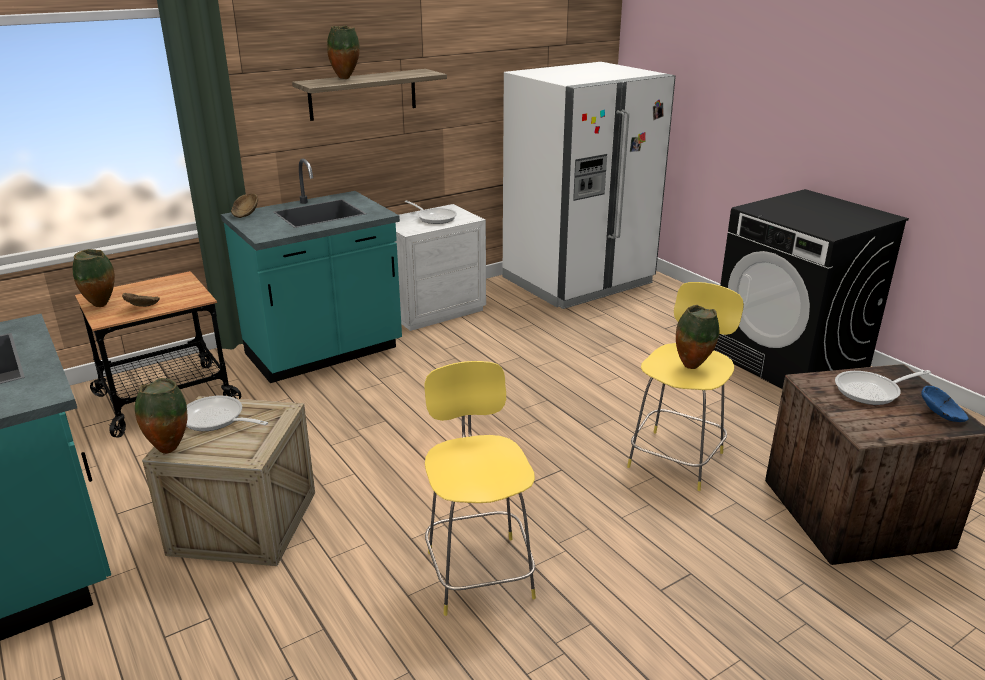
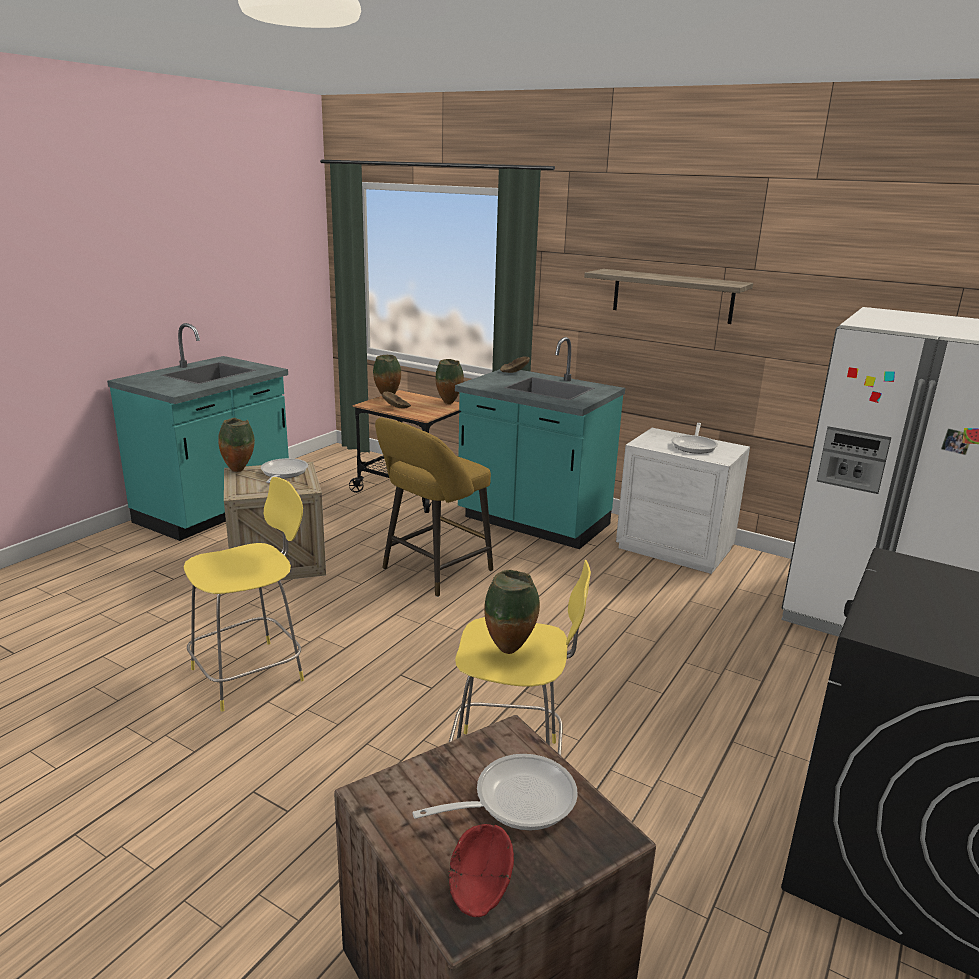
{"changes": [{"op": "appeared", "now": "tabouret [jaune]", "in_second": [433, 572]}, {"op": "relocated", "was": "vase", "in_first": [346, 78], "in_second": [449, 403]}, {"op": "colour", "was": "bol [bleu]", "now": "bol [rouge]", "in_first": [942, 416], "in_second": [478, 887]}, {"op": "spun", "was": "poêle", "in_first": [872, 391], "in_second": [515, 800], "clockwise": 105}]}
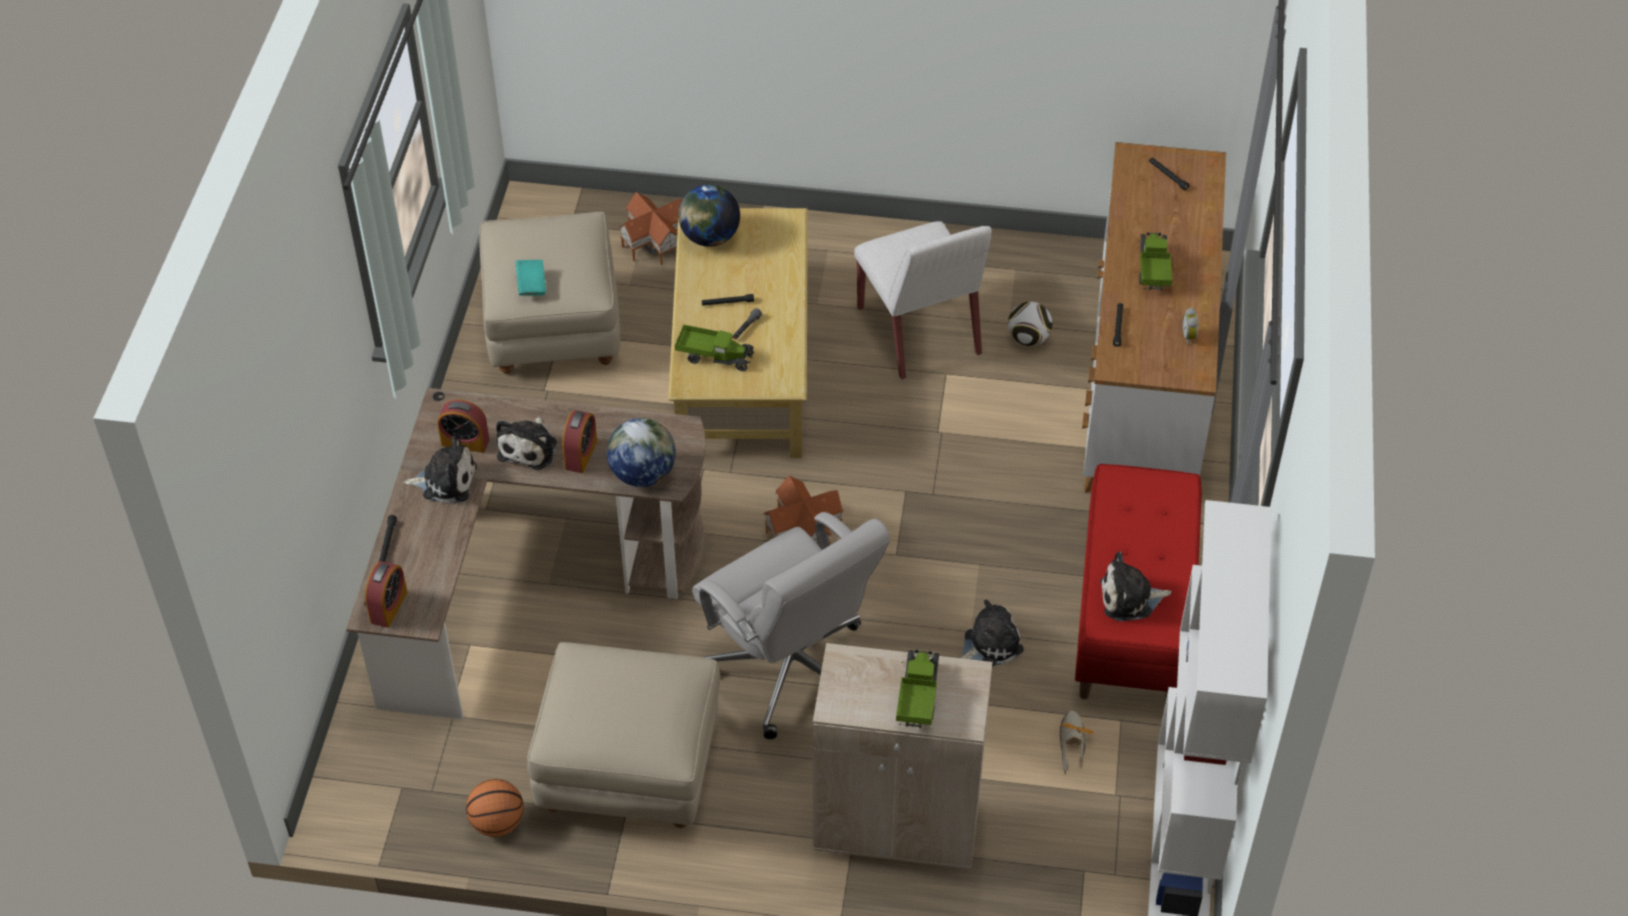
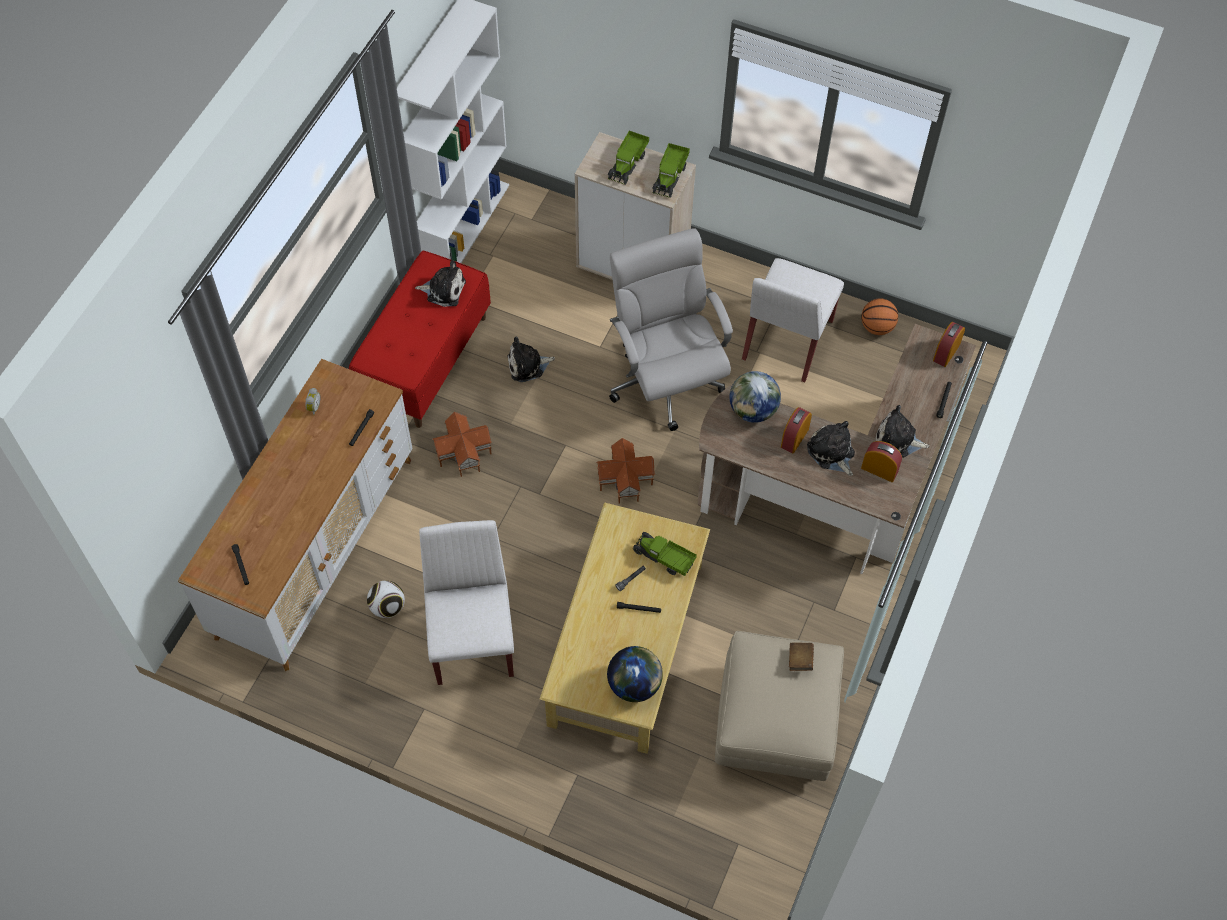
{"changes": [{"op": "missing", "was": "chaussure", "in_first": [1072, 742]}, {"op": "relocated", "was": "maison miniature", "in_first": [654, 242], "in_second": [464, 451]}, {"op": "relocated", "was": "camion jouet", "in_first": [1153, 269], "in_second": [670, 176]}, {"op": "exchanged", "was": "pouf [beige]", "now": "chaise [blanc]", "in_first": [630, 768], "in_second": [787, 341]}, {"op": "colour", "was": "livre [turquoise]", "now": "livre [marron]", "in_first": [531, 285], "in_second": [800, 660]}, {"op": "spun", "was": "peluche", "in_first": [529, 447], "in_second": [831, 453], "clockwise": -60}]}
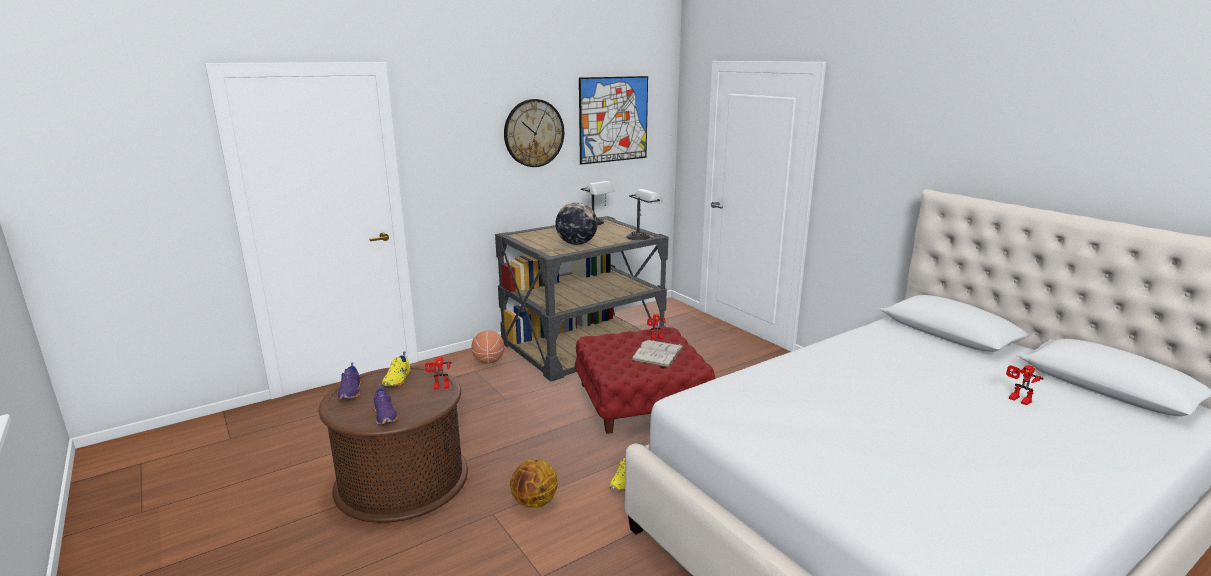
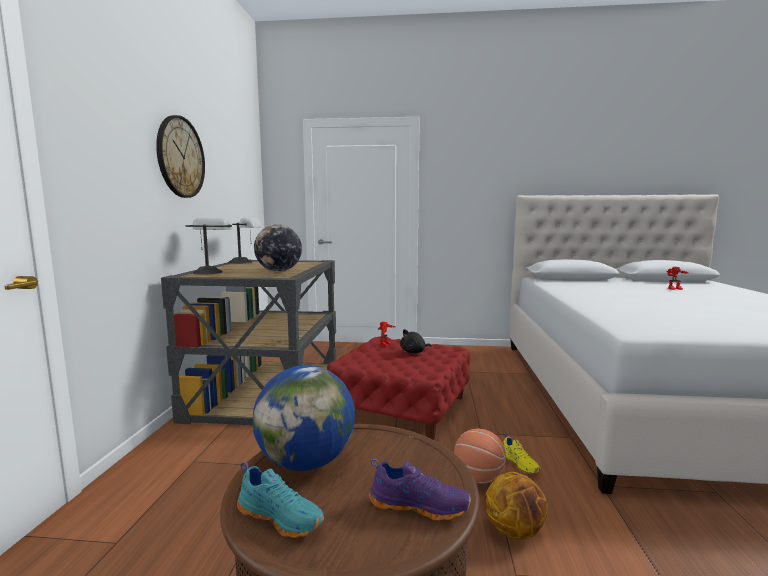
{"changes": [{"op": "missing", "was": "robot jouet", "in_first": [440, 387]}, {"op": "missing", "was": "tableau", "in_first": [613, 119]}, {"op": "relocated", "was": "ballon de basket", "in_first": [489, 361], "in_second": [478, 478]}, {"op": "relocated", "was": "lampe de table", "in_first": [642, 236], "in_second": [210, 271]}, {"op": "exchanged", "was": "chaussure [jaune]", "now": "globe", "in_first": [398, 380], "in_second": [306, 462]}, {"op": "exchanged", "was": "livre [blanc]", "now": "peluche [noir]", "in_first": [658, 353], "in_second": [414, 352]}, {"op": "colour", "was": "chaussure [violet]", "now": "chaussure [turquoise]", "in_first": [351, 392], "in_second": [281, 517]}]}
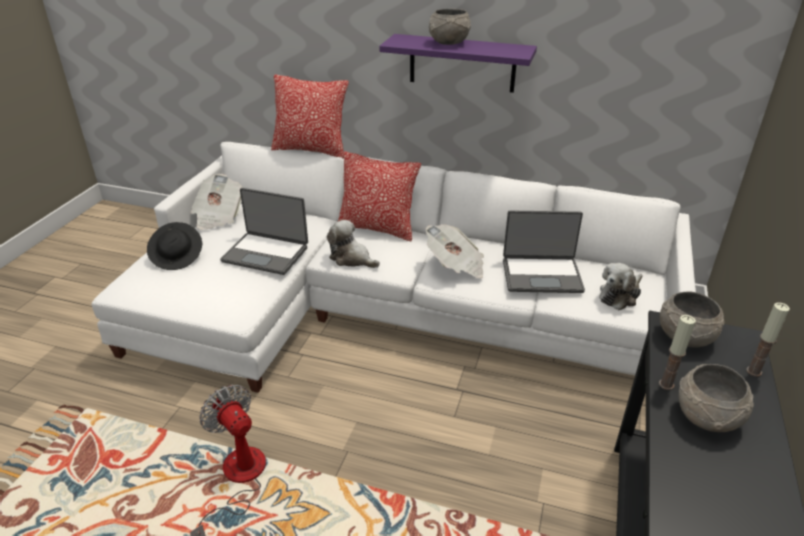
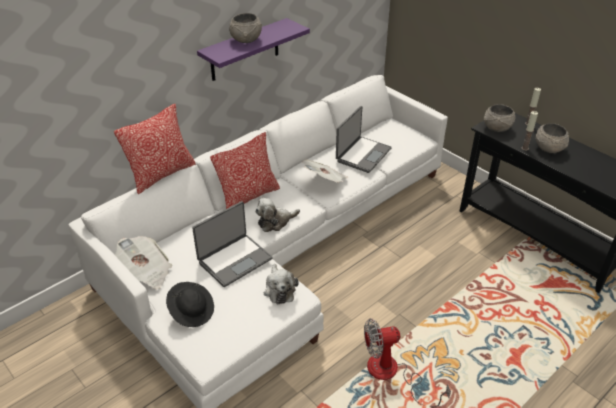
{"changes": [{"op": "relocated", "was": "peluche", "in_first": [620, 295], "in_second": [279, 289]}]}
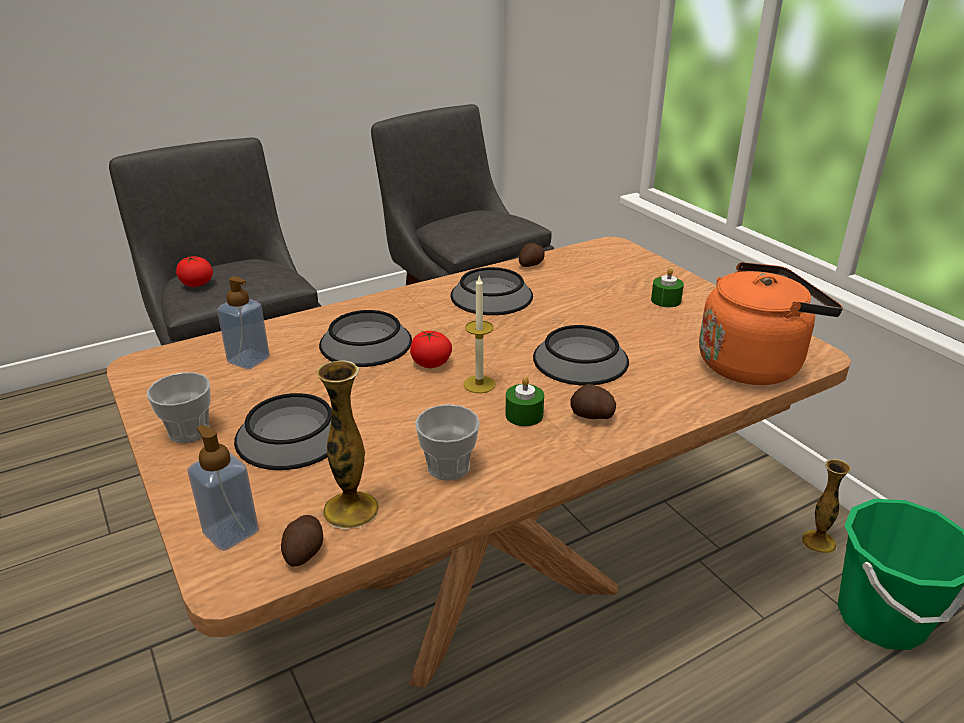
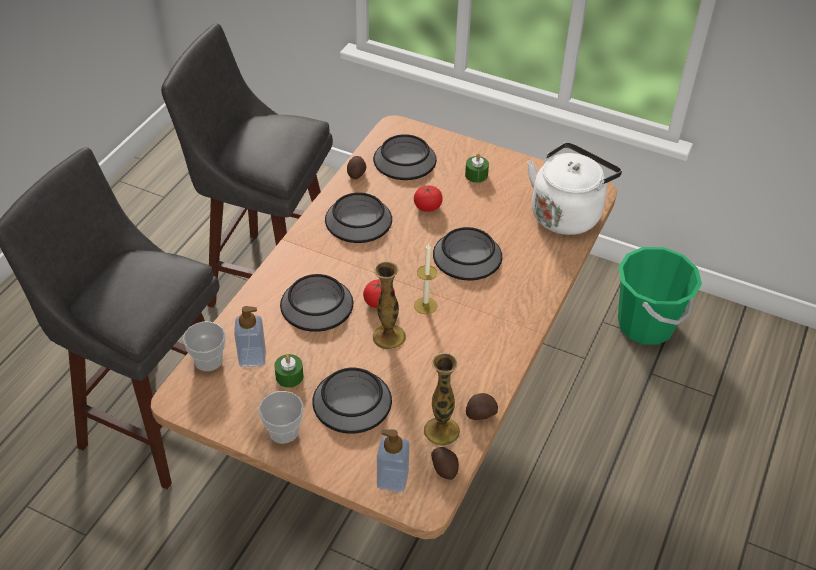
{"changes": [{"op": "appeared", "now": "bol", "in_second": [404, 159]}, {"op": "relocated", "was": "tomate", "in_first": [196, 284], "in_second": [427, 207]}, {"op": "relocated", "was": "tasse", "in_first": [448, 467], "in_second": [208, 360]}, {"op": "relocated", "was": "bougie [vert]", "in_first": [524, 415], "in_second": [289, 376]}, {"op": "relocated", "was": "pomme de terre", "in_first": [592, 416], "in_second": [480, 414]}, {"op": "relocated", "was": "vase", "in_first": [818, 542], "in_second": [389, 337]}, {"op": "colour", "was": "bouilloire [orange]", "now": "bouilloire [blanc]", "in_first": [753, 364], "in_second": [567, 213]}]}
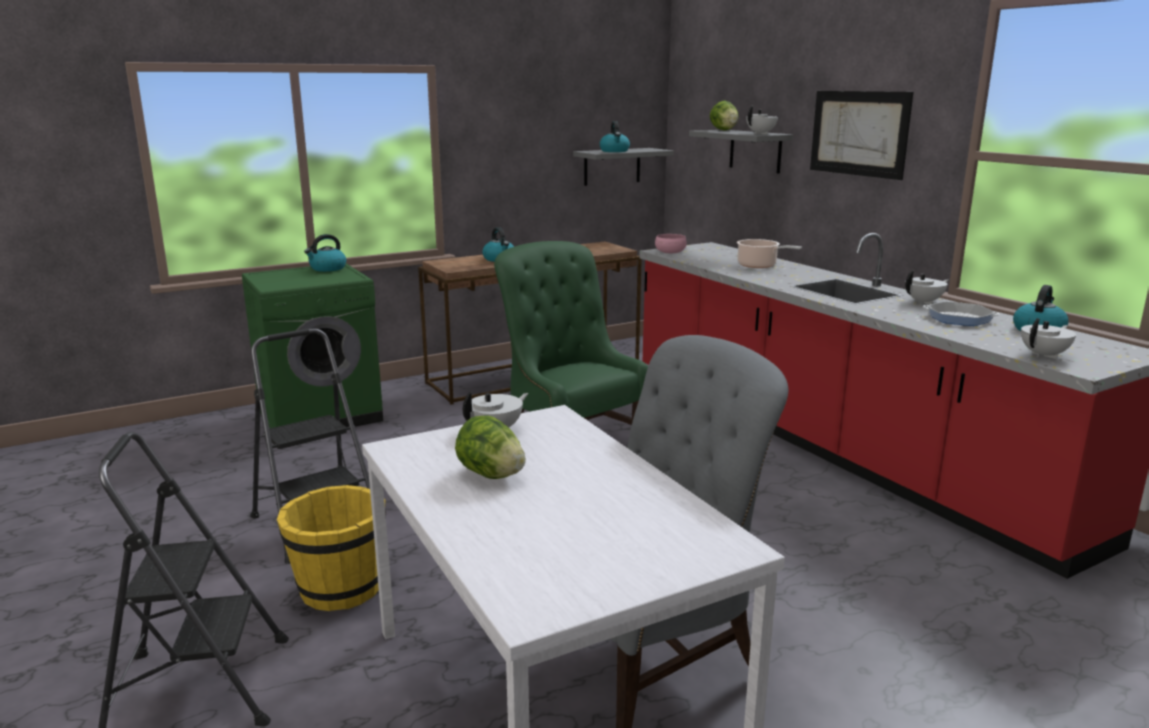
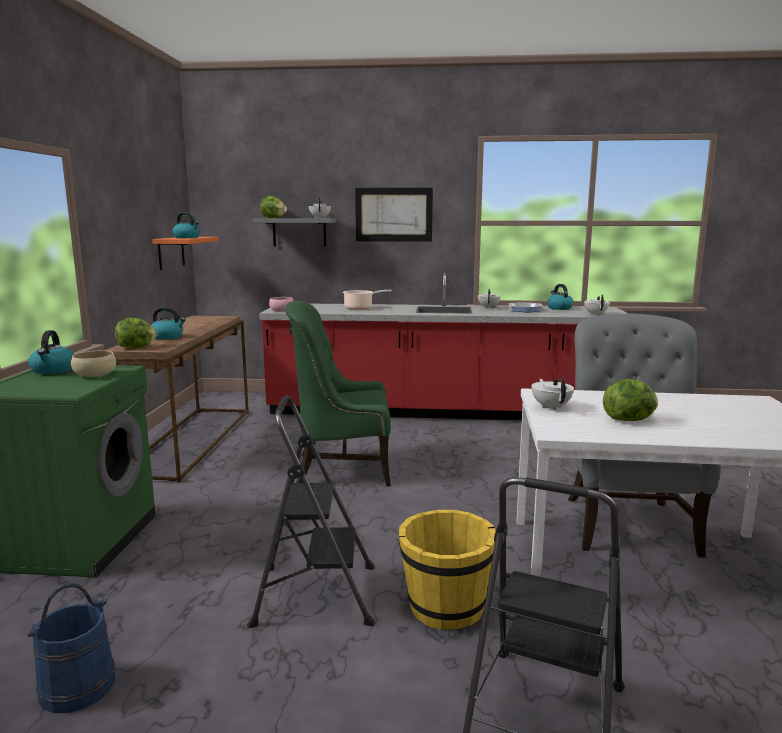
{"changes": [{"op": "appeared", "now": "seau [bleu]", "in_second": [77, 686]}, {"op": "appeared", "now": "bol [beige]", "in_second": [95, 374]}, {"op": "appeared", "now": "laitue", "in_second": [136, 347]}, {"op": "colour", "was": "étagère [gris]", "now": "étagère [orange]", "in_first": [612, 166], "in_second": [171, 252]}]}
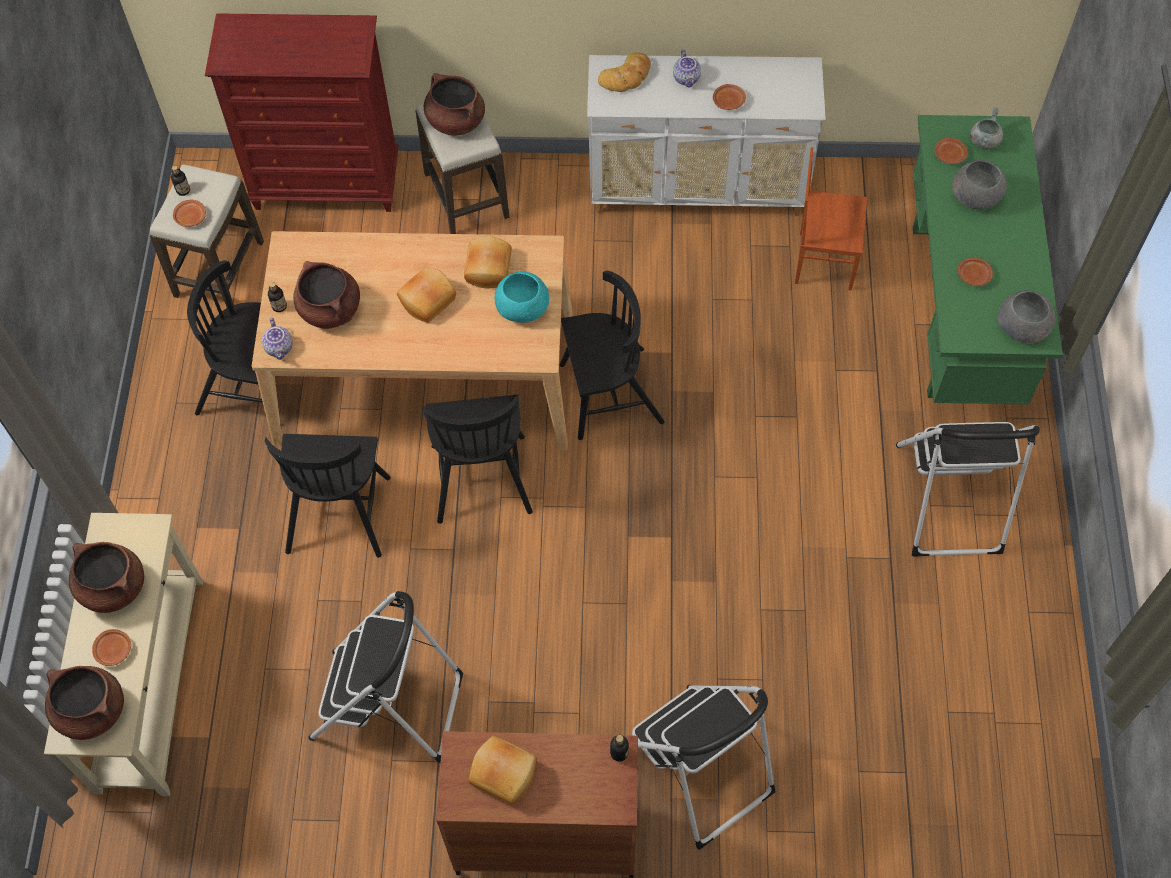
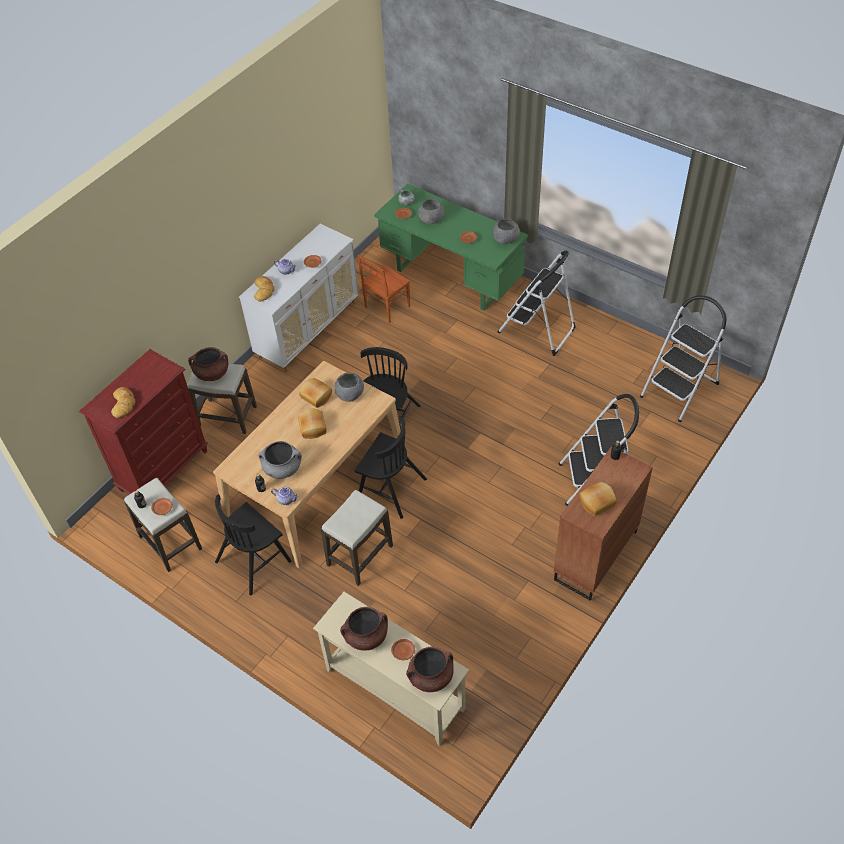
{"changes": [{"op": "appeared", "now": "pain", "in_second": [124, 403]}, {"op": "relocated", "was": "escabeau", "in_first": [391, 707], "in_second": [681, 389]}, {"op": "exchanged", "was": "chaise [noir]", "now": "tabouret", "in_first": [339, 507], "in_second": [360, 556]}, {"op": "colour", "was": "marmite [marron]", "now": "marmite [gris]", "in_first": [330, 309], "in_second": [283, 468]}, {"op": "colour", "was": "bol [turquoise]", "now": "bol [gris]", "in_first": [523, 309], "in_second": [350, 394]}]}
